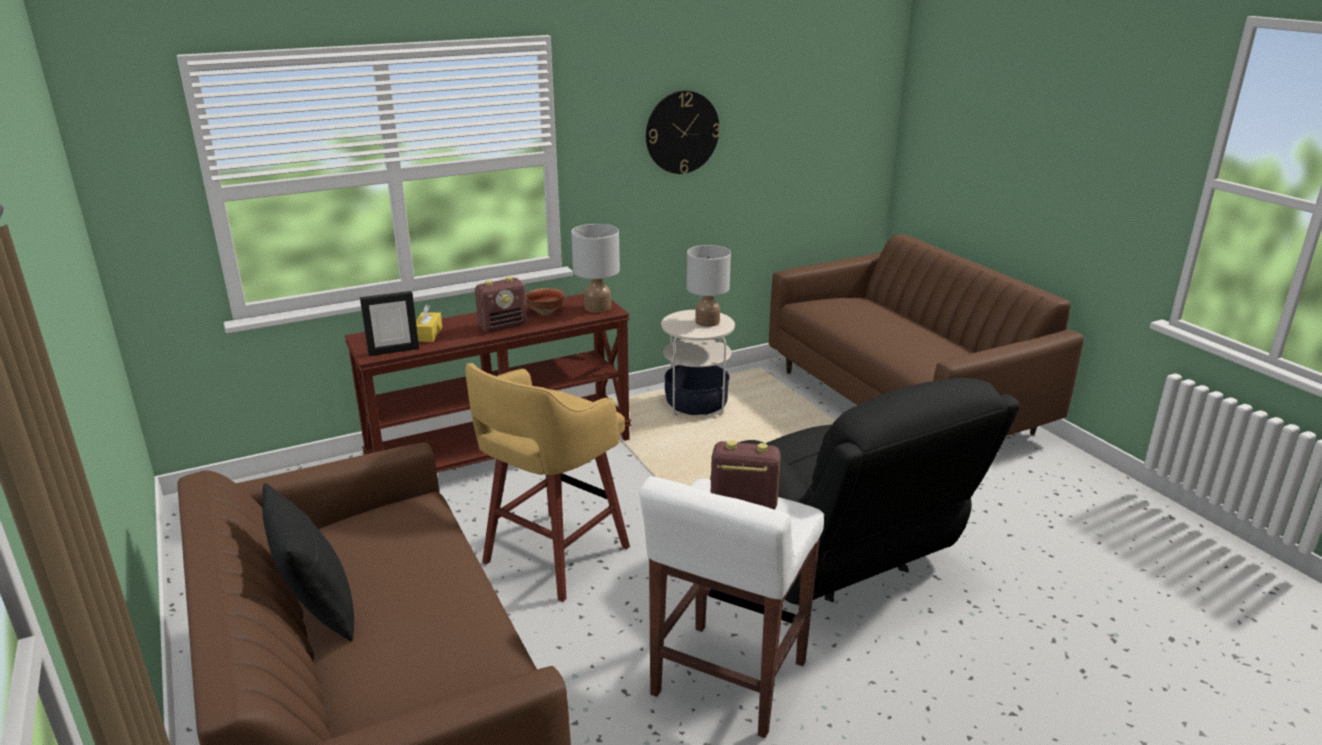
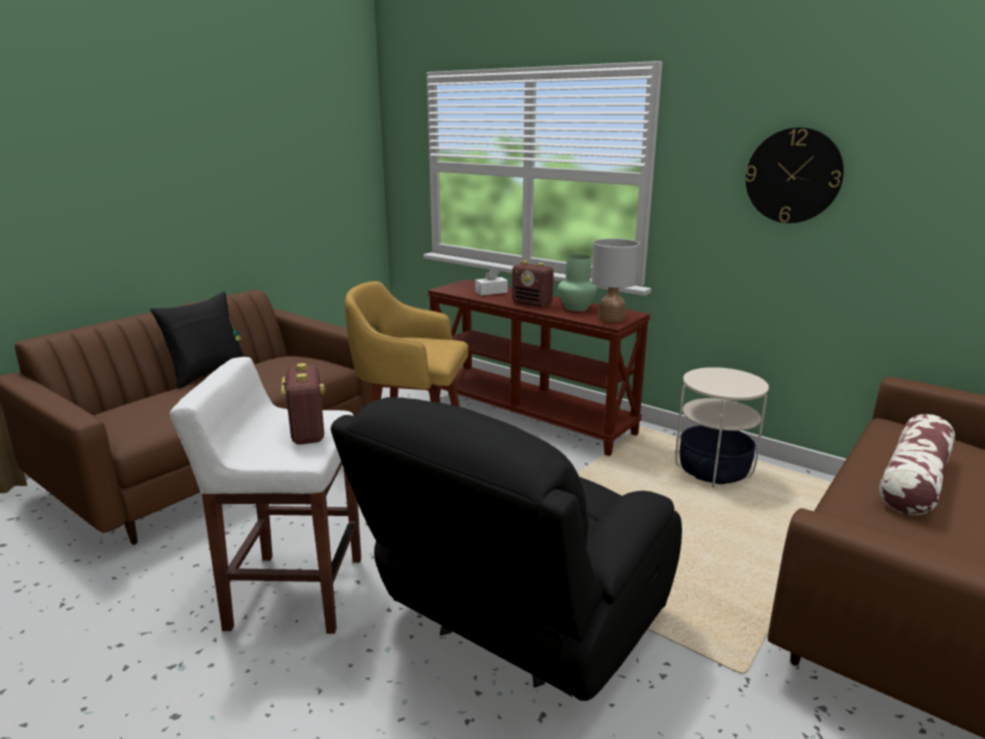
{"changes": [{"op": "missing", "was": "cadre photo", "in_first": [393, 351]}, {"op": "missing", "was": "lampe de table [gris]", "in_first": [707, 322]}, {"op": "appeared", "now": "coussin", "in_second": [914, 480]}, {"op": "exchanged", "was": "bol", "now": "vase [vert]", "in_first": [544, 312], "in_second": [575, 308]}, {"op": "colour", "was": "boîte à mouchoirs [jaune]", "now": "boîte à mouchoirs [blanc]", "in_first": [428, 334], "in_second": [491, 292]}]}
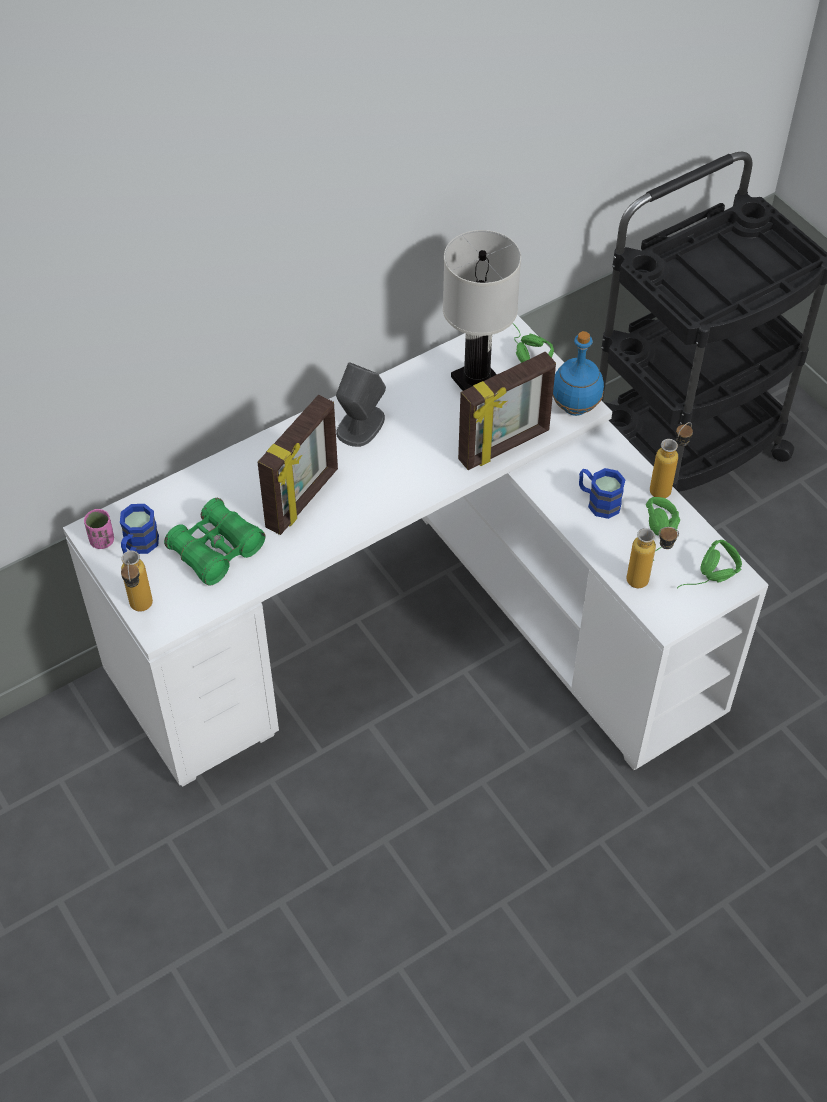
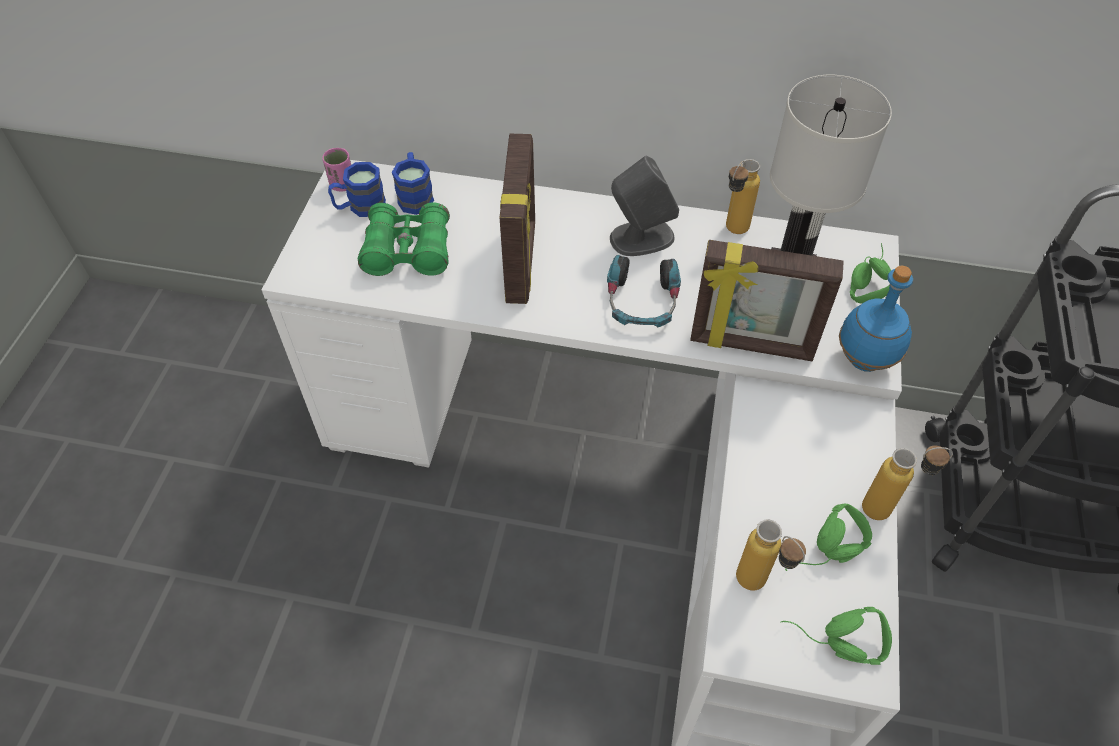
{"changes": [{"op": "appeared", "now": "casque audio", "in_second": [642, 301]}, {"op": "relocated", "was": "bouteille", "in_first": [141, 611], "in_second": [732, 232]}, {"op": "relocated", "was": "mug [bleu]", "in_first": [598, 501], "in_second": [415, 196]}, {"op": "spun", "was": "cadre photo", "in_first": [303, 499], "in_second": [522, 262], "clockwise": -75}]}
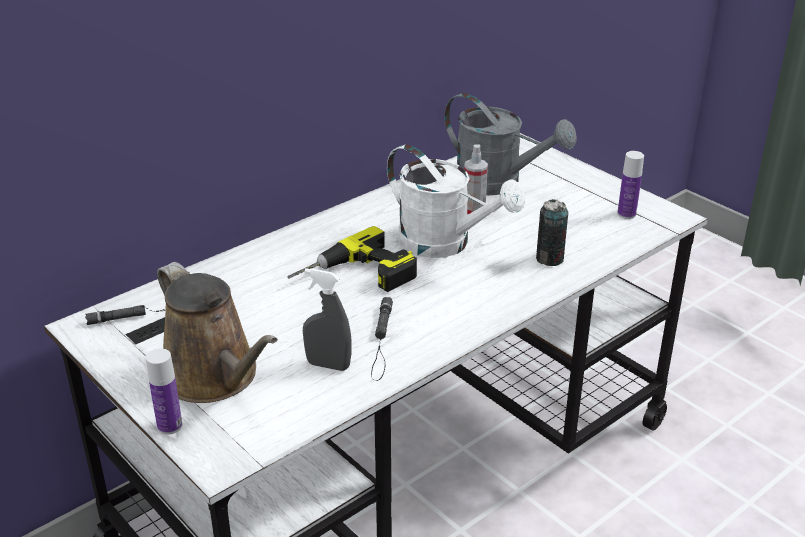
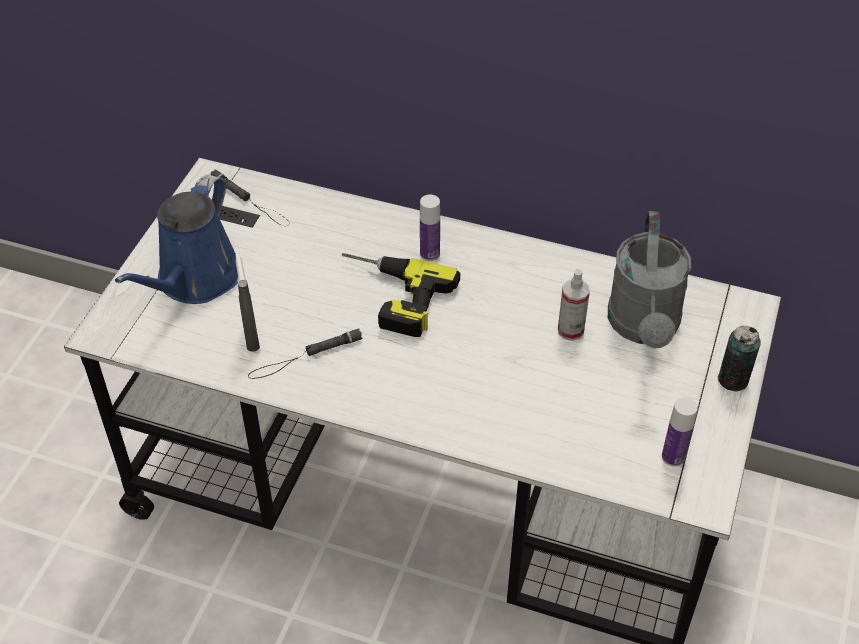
{"changes": [{"op": "missing", "was": "arrosoir [blanc]", "in_first": [445, 244]}, {"op": "relocated", "was": "bouteille", "in_first": [169, 426], "in_second": [430, 254]}, {"op": "relocated", "was": "boîte métallique", "in_first": [549, 259], "in_second": [733, 380]}, {"op": "colour", "was": "arrosoir [marron]", "now": "arrosoir [bleu]", "in_first": [215, 377], "in_second": [195, 280]}]}
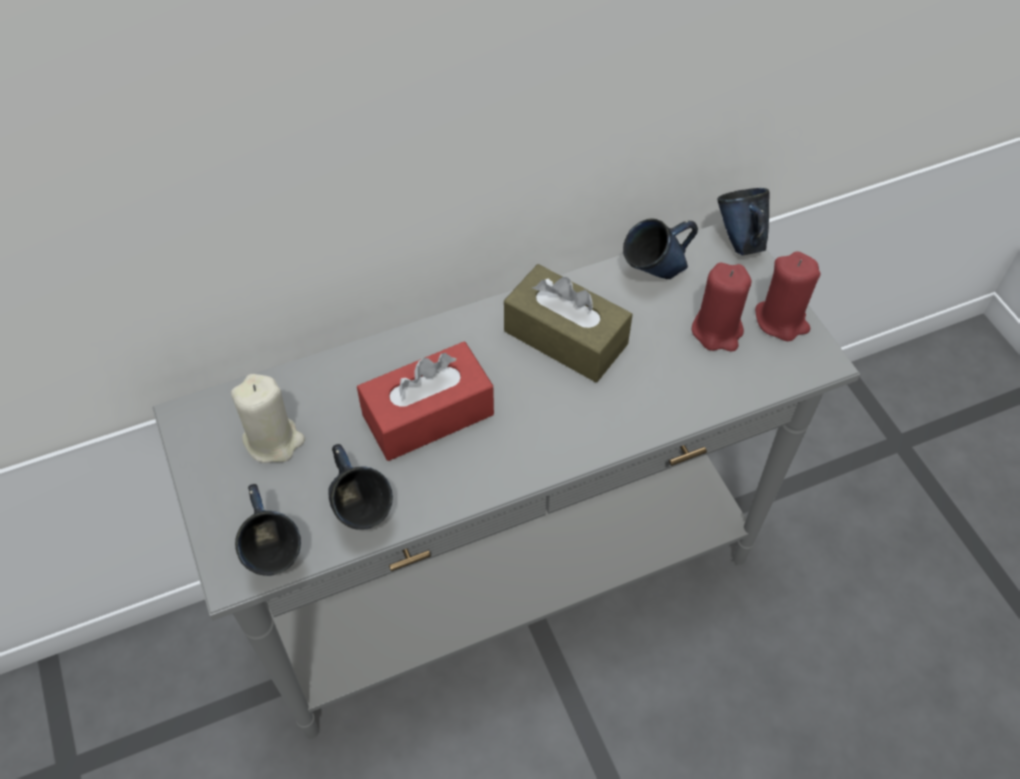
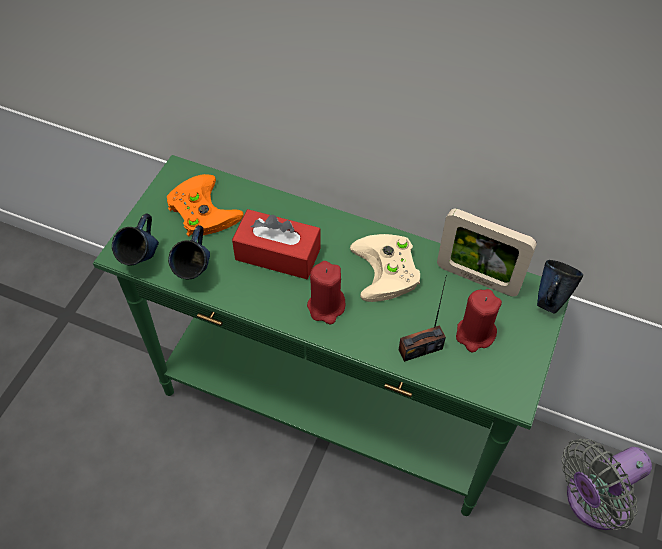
{"changes": [{"op": "appeared", "now": "radio", "in_second": [420, 349]}, {"op": "appeared", "now": "ventilateur [gris]", "in_second": [592, 501]}, {"op": "relocated", "was": "bougie [rouge]", "in_first": [781, 320], "in_second": [326, 307]}, {"op": "exchanged", "was": "bougie [beige]", "now": "manette [orange]", "in_first": [273, 440], "in_second": [200, 210]}, {"op": "exchanged", "was": "boîte à mouchoirs [marron]", "now": "manette [beige]", "in_first": [565, 337], "in_second": [388, 272]}, {"op": "exchanged", "was": "mug [bleu]", "now": "cadre photo", "in_first": [655, 275], "in_second": [477, 279]}, {"op": "colour", "was": "table console [gris]", "now": "table console [vert]", "in_first": [511, 581], "in_second": [332, 409]}]}
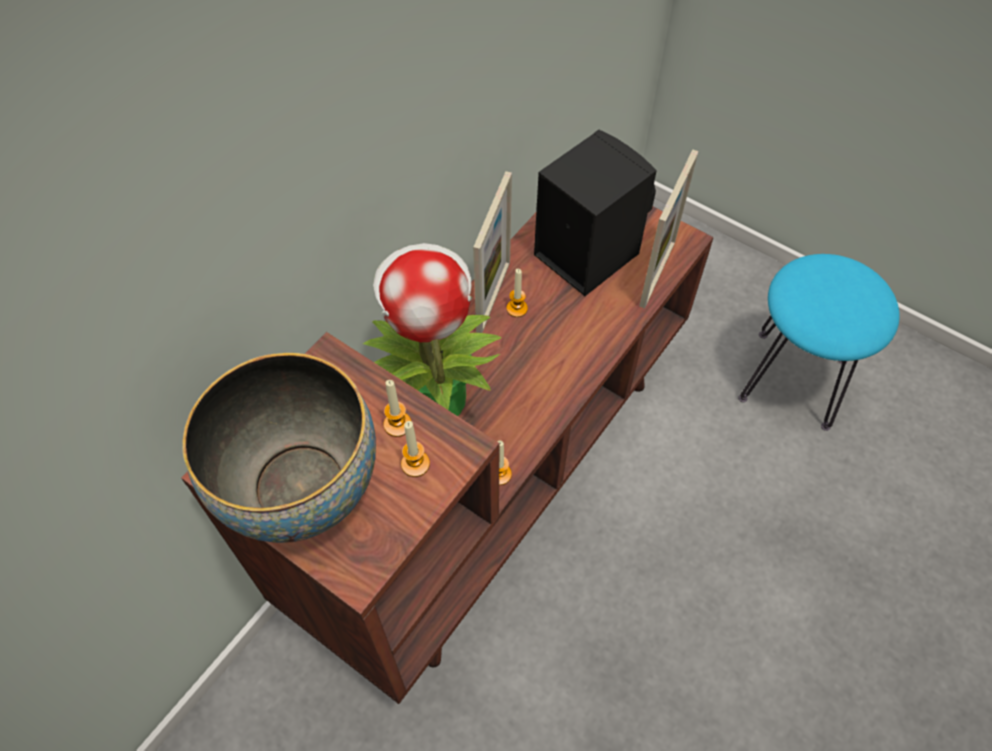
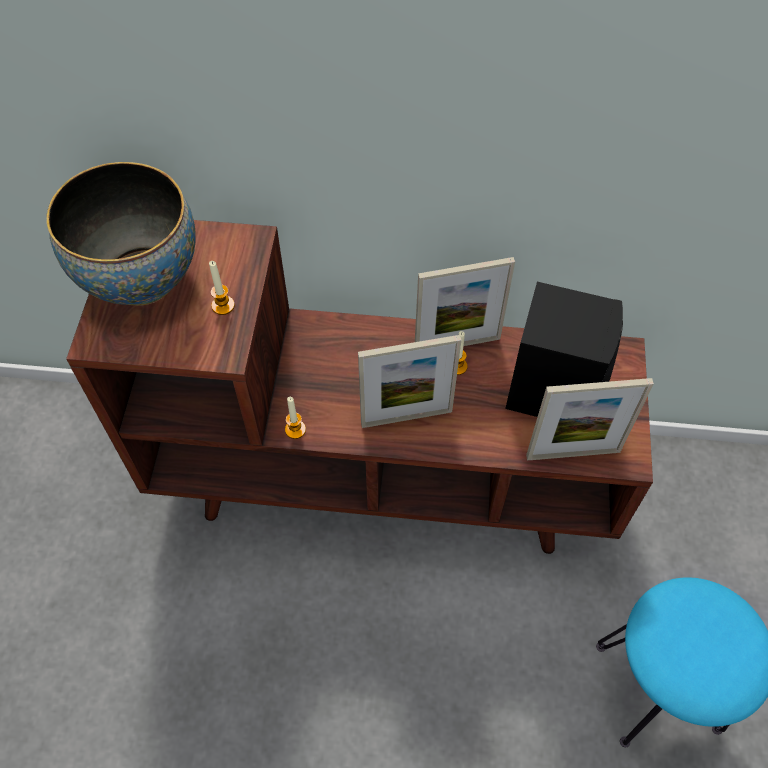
{"changes": [{"op": "missing", "was": "plante en pot", "in_first": [434, 396]}, {"op": "missing", "was": "bougie", "in_first": [415, 464]}, {"op": "appeared", "now": "cadre photo", "in_second": [406, 417]}]}
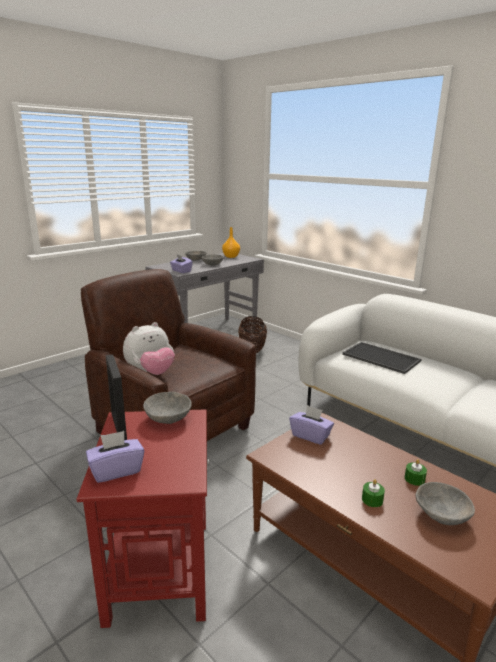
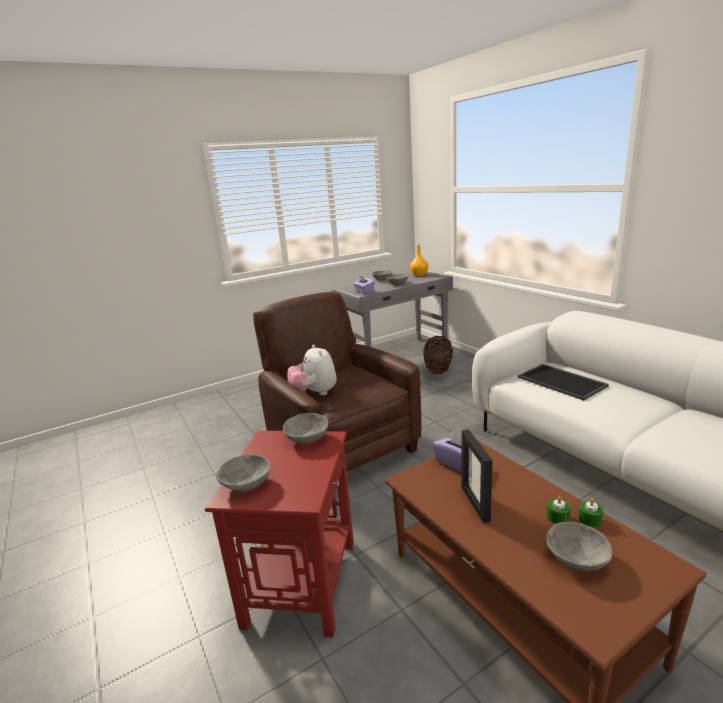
{"changes": [{"op": "relocated", "was": "cadre photo", "in_first": [120, 425], "in_second": [476, 503]}, {"op": "relocated", "was": "bougie [vert]", "in_first": [372, 499], "in_second": [590, 519]}, {"op": "exchanged", "was": "boîte à mouchoirs [violet]", "now": "bol [gris]", "in_first": [116, 470], "in_second": [246, 485]}, {"op": "spun", "was": "peluche", "in_first": [151, 373], "in_second": [315, 393], "clockwise": 90}]}
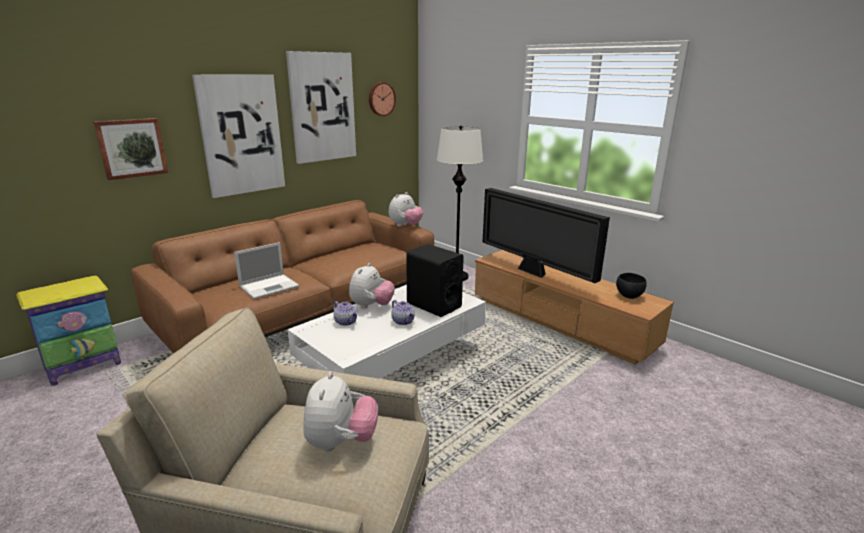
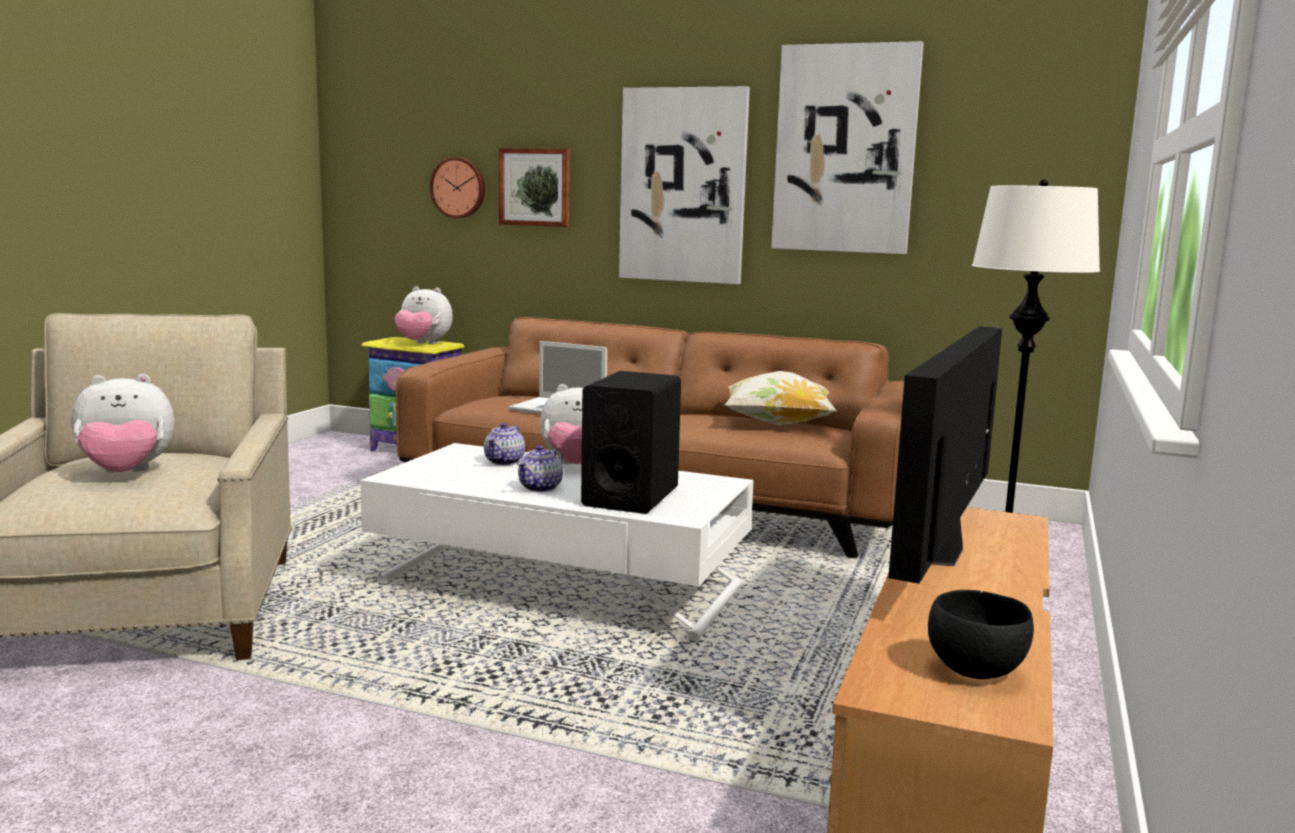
{"changes": [{"op": "appeared", "now": "coussin", "in_second": [777, 424]}, {"op": "relocated", "was": "horloge murale", "in_first": [381, 99], "in_second": [459, 188]}, {"op": "relocated", "was": "peluche", "in_first": [405, 226], "in_second": [423, 344]}]}
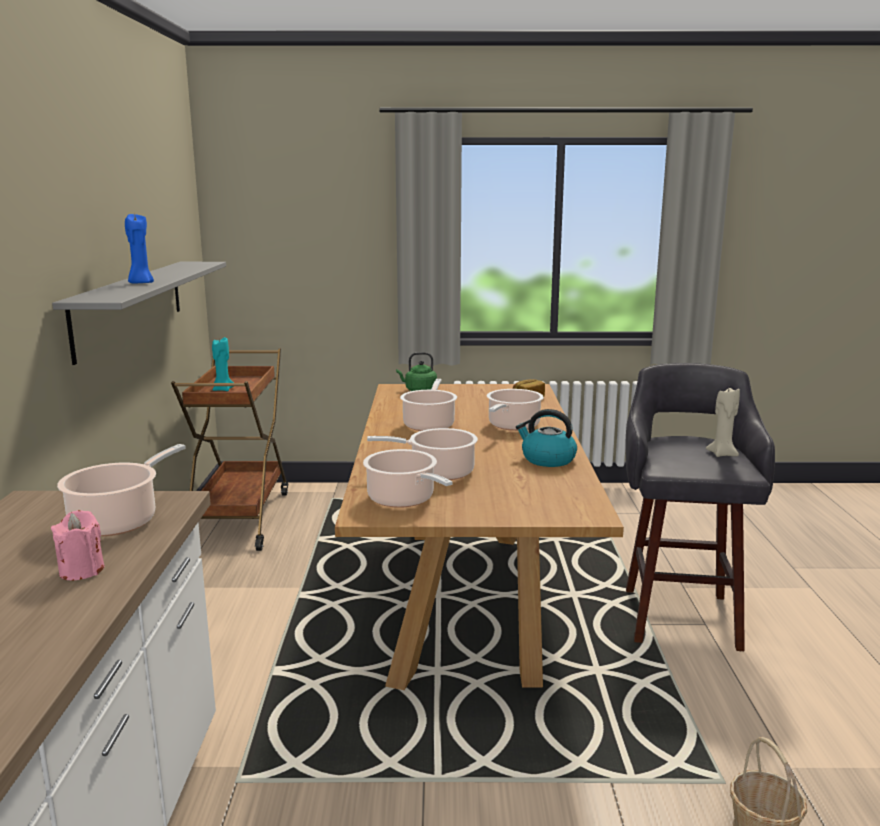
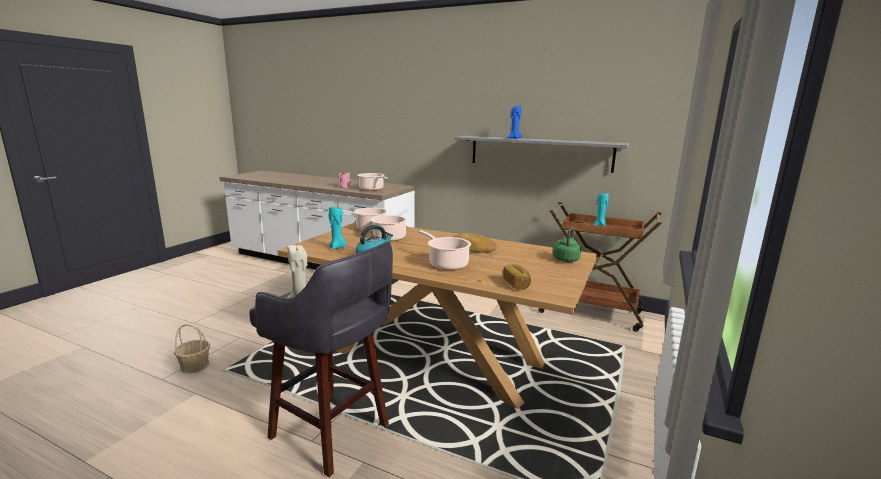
{"changes": [{"op": "appeared", "now": "bougie [turquoise]", "in_second": [337, 247]}, {"op": "exchanged", "was": "marmite", "now": "pain", "in_first": [429, 424], "in_second": [473, 248]}]}
